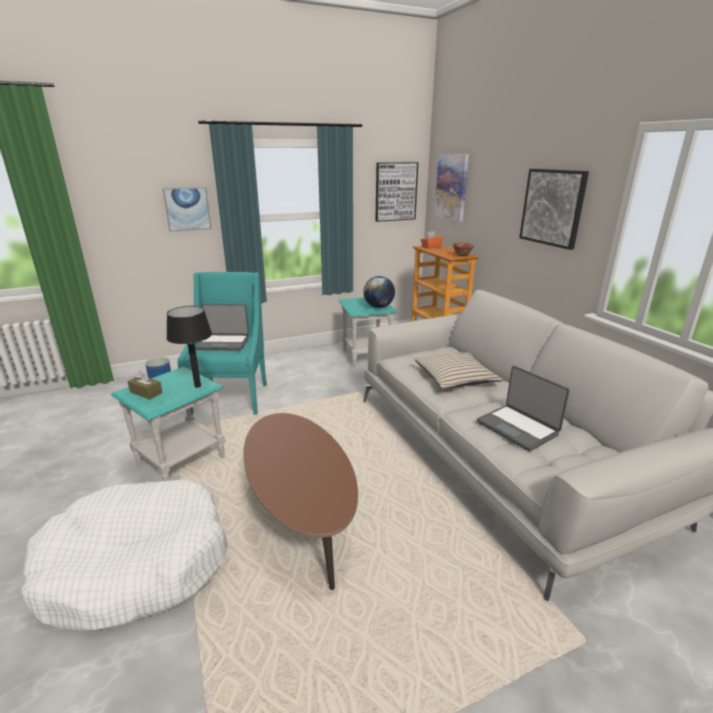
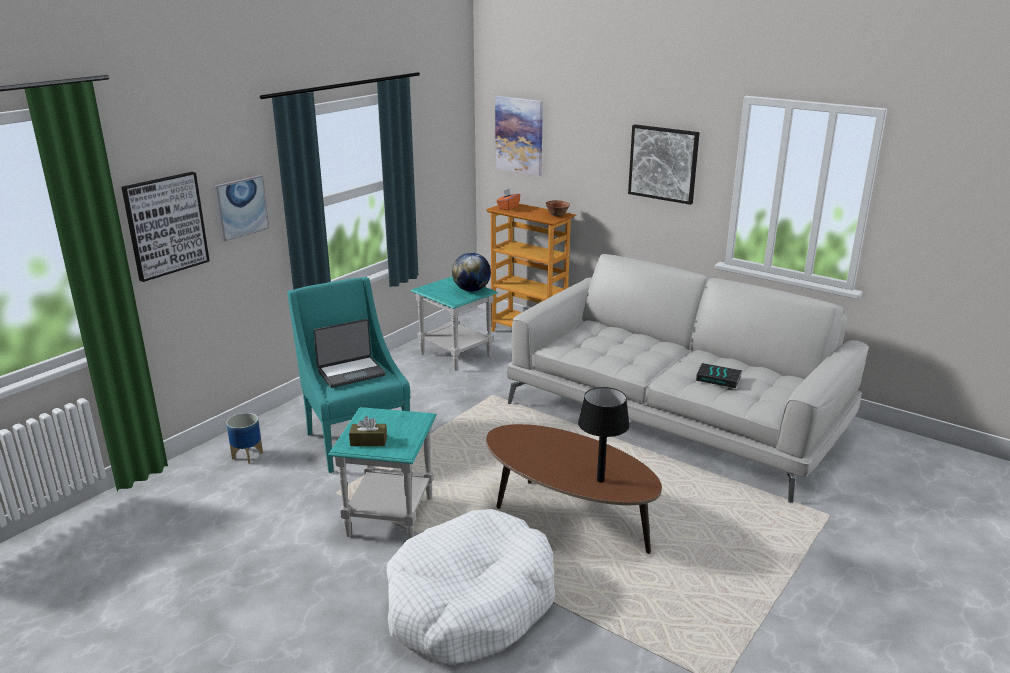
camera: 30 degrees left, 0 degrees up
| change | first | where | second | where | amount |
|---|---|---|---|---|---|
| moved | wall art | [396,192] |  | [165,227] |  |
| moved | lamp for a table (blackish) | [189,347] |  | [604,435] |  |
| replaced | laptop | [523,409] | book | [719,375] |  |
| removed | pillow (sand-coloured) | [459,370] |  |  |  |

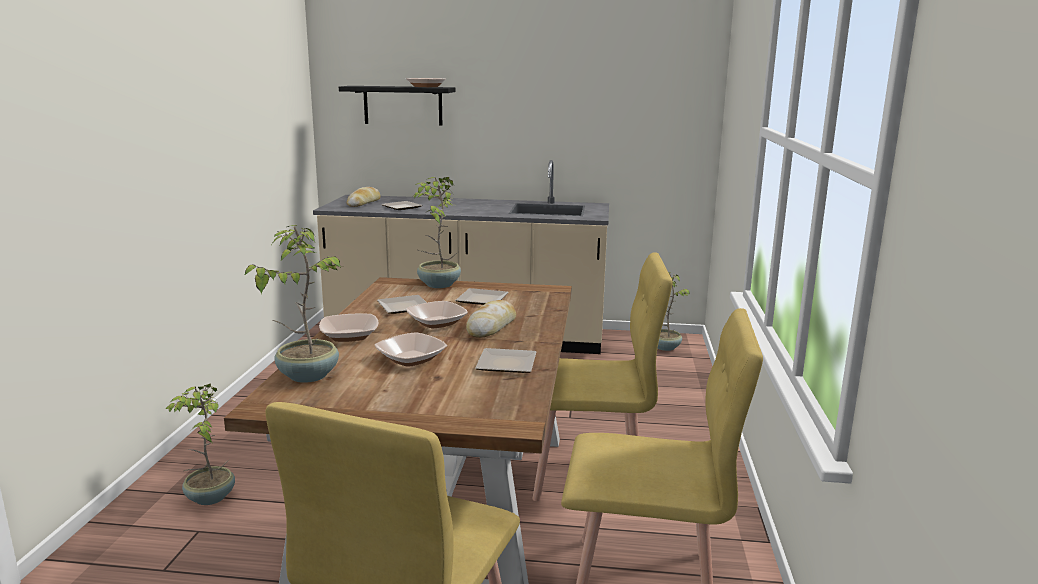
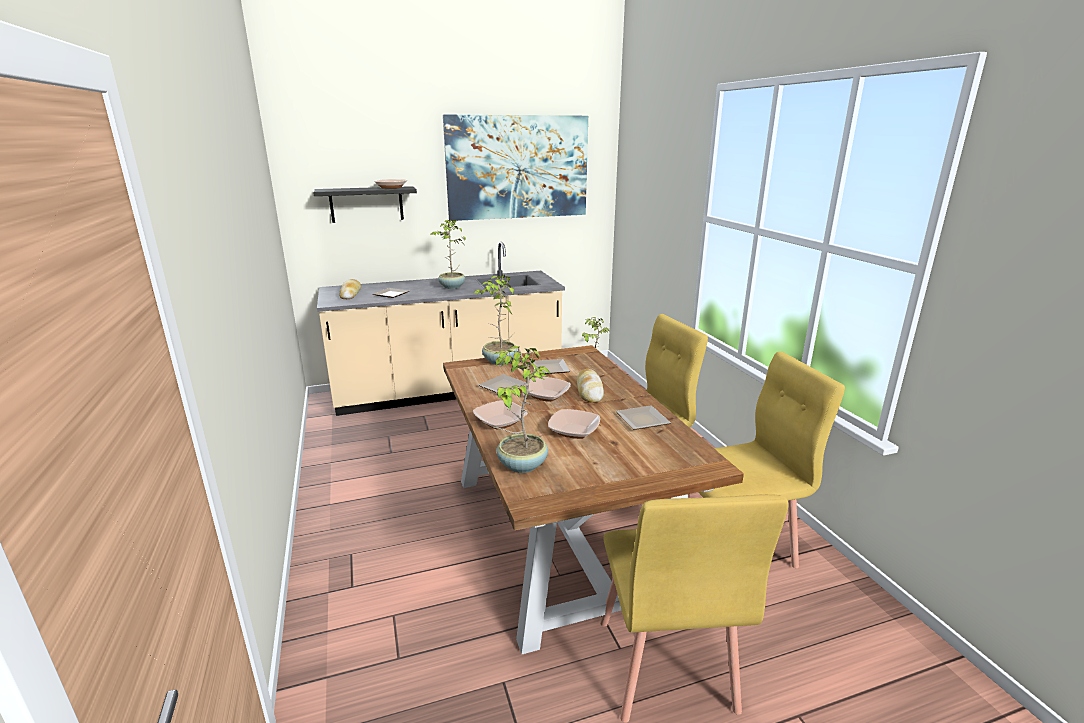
camera: 25 degrees left, 5 degrees up
| change | first | where | second | where | amount |
|---|---|---|---|---|---|
| moved | plant in a pot | [200,444] |  | [448,254] |  |
| added |  |  | wall art | [515,168] |  |

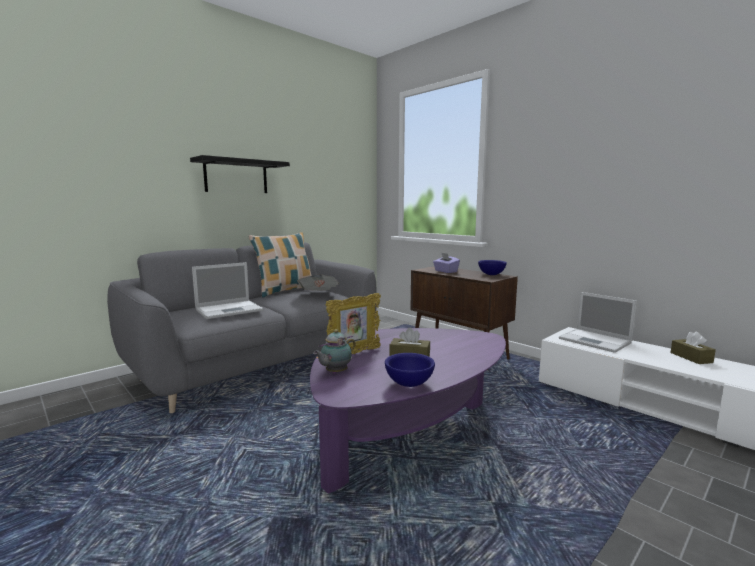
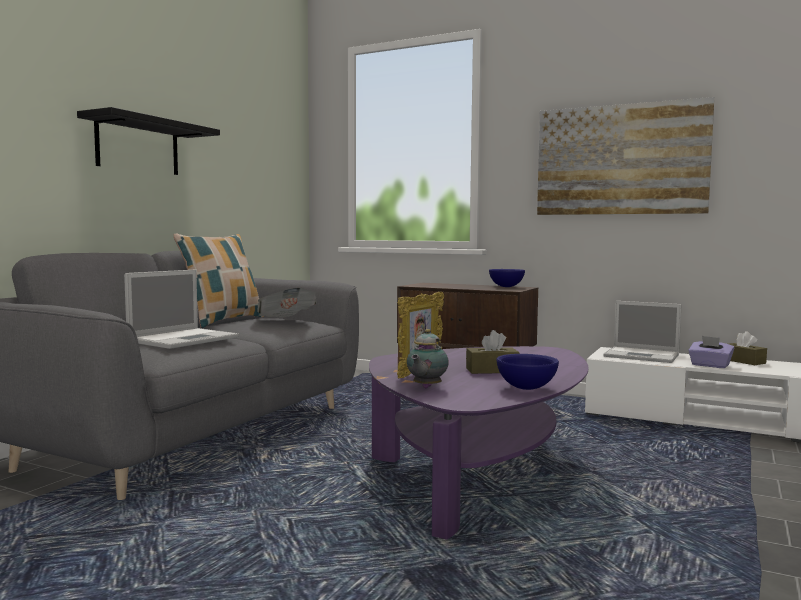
camera: 20 degrees left, 5 degrees down
| change | first | where | second | where | amount |
|---|---|---|---|---|---|
| added |  |  | wall art | [625,156] |  |
| moved | box of tissues (purple-coloured) | [446,263] |  | [711,352] |  |

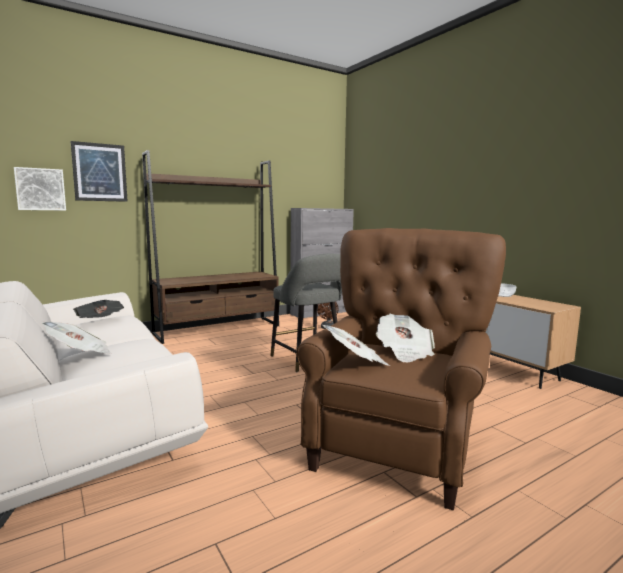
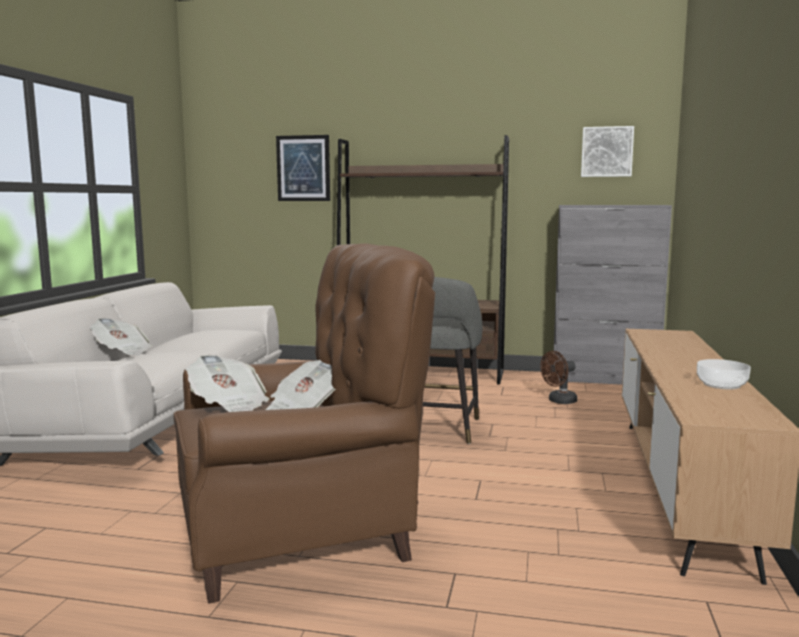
camera: 45 degrees right, 0 degrees up
| change | first | where | second | where | amount |
|---|---|---|---|---|---|
| moved | wall art | [40,188] |  | [607,151] |  |
| removed | printed paper | [98,309] |  |  |  |

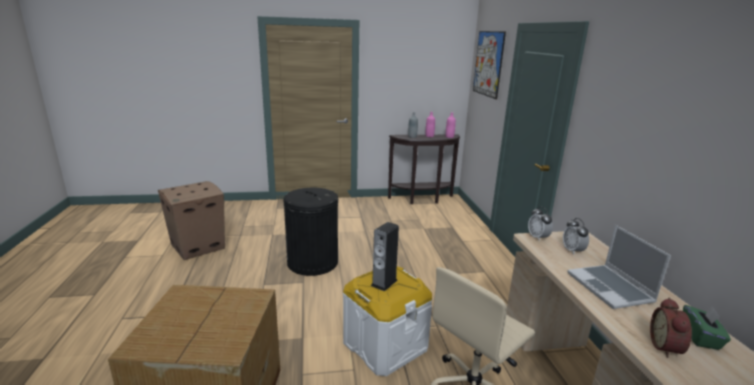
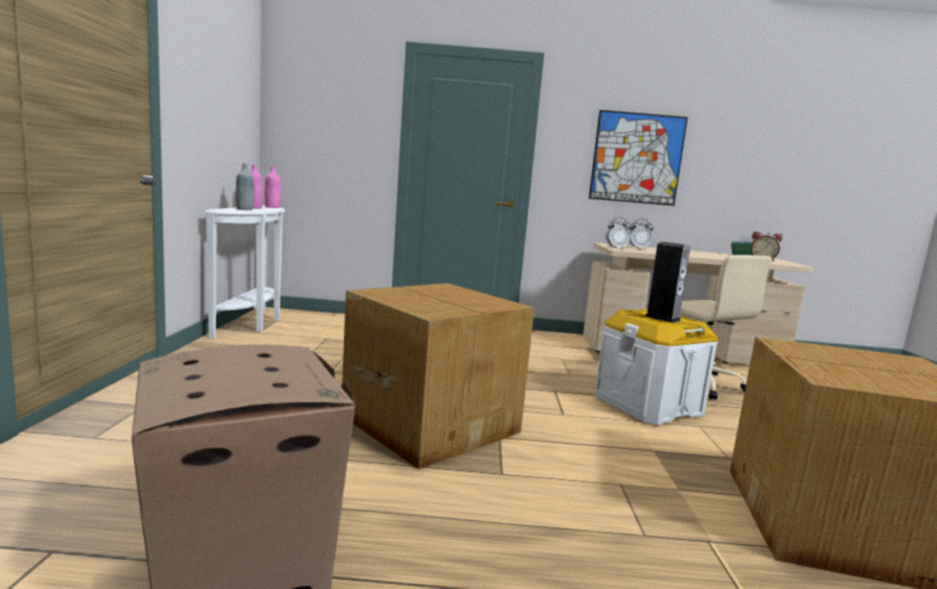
camera: 80 degrees left, 10 degrees down
| change | first | where | second | where | amount |
|---|---|---|---|---|---|
| recoloured | console table (brown-coloured) | [424,169] | console table (whitish) | [245,272] |  |
| replaced | trash can (blackish) | [310,232] | carton | [438,376] |  |
| moved | wall art | [489,65] |  | [638,158] |  |
| removed | laptop | [619,267] |  |  |  |

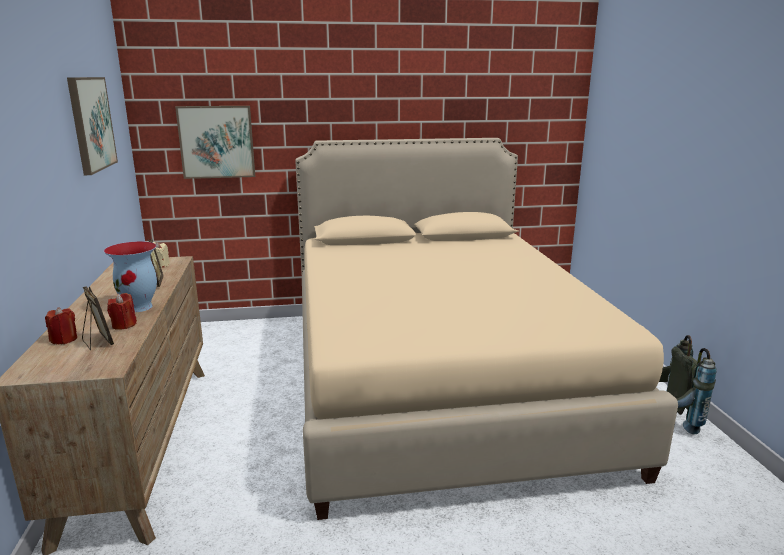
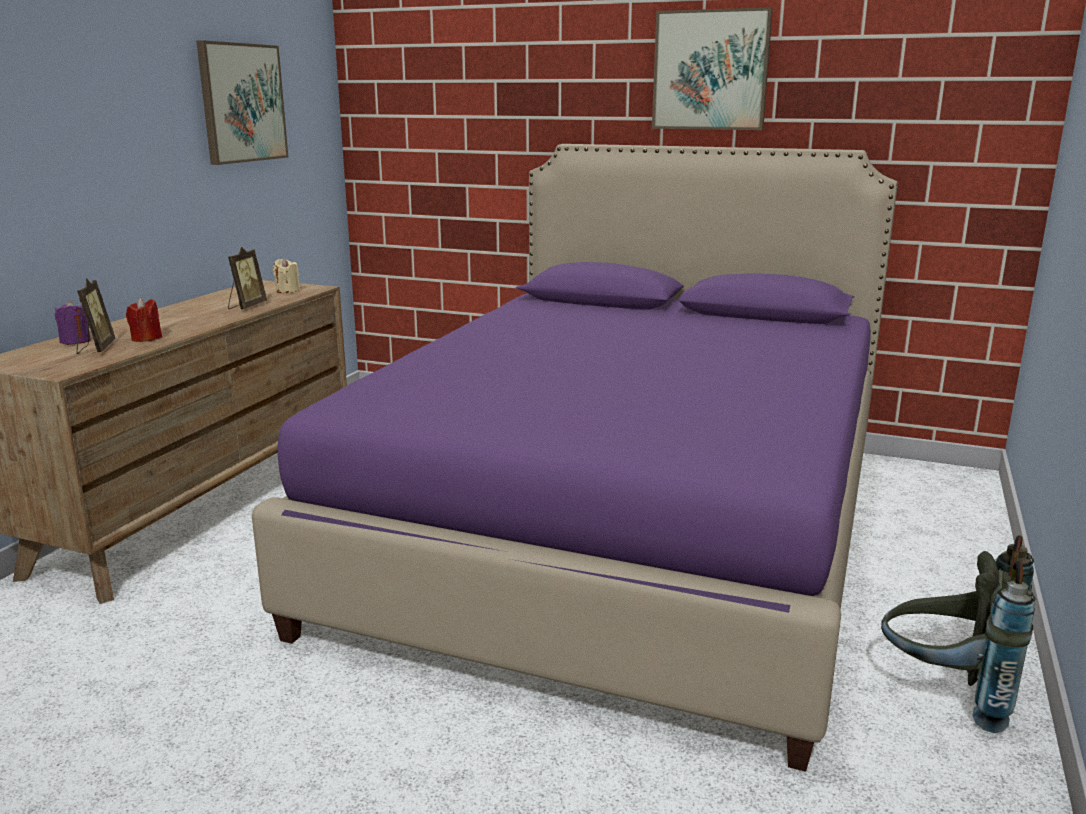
camera: 30 degrees right, 0 degrees up
| change | first | where | second | where | amount |
|---|---|---|---|---|---|
| recoloured | wax light (reddish) | [61,325] | wax light (purple-coloured) | [73,322] |  |
| recoloured | bed (sand-coloured) | [486,329] | bed (purple-coloured) | [575,458] |  |
| moved | wall art | [215,142] |  | [712,68] |  |
| removed | decorative vase | [130,276] |  |  |  |

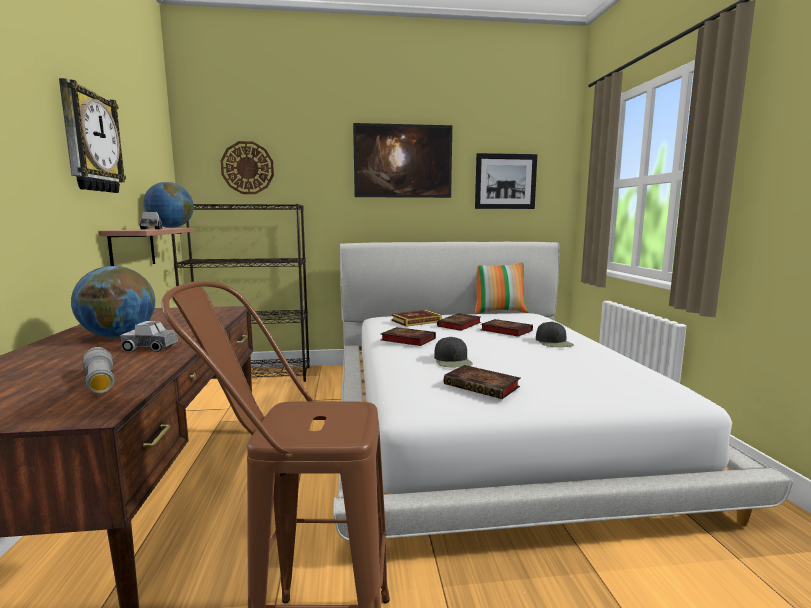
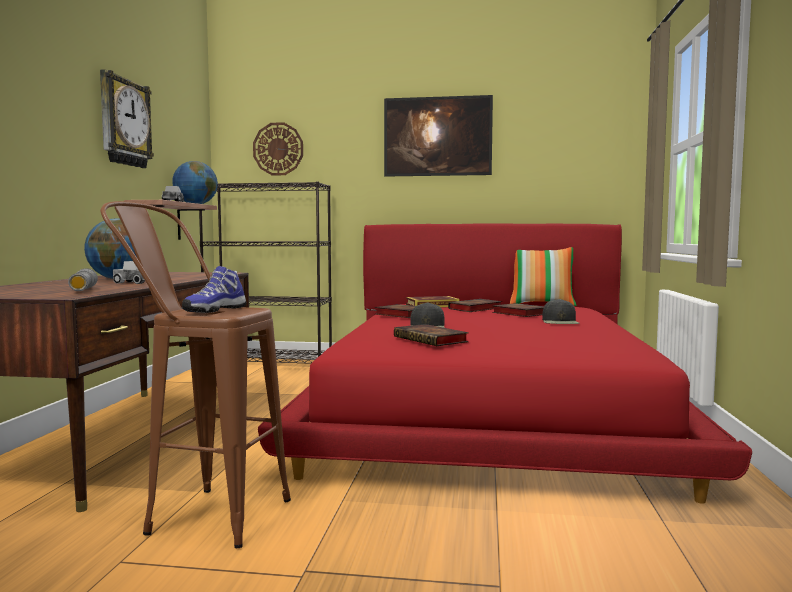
camera: 15 degrees right, 5 degrees down
| change | first | where | second | where | amount |
|---|---|---|---|---|---|
| added |  |  | item of footwear | [214,289] |  |
| recoloured | bed (whitish) | [563,391] | bed (reddish) | [505,363] |  |
| removed | wall art | [506,181] |  |  |  |

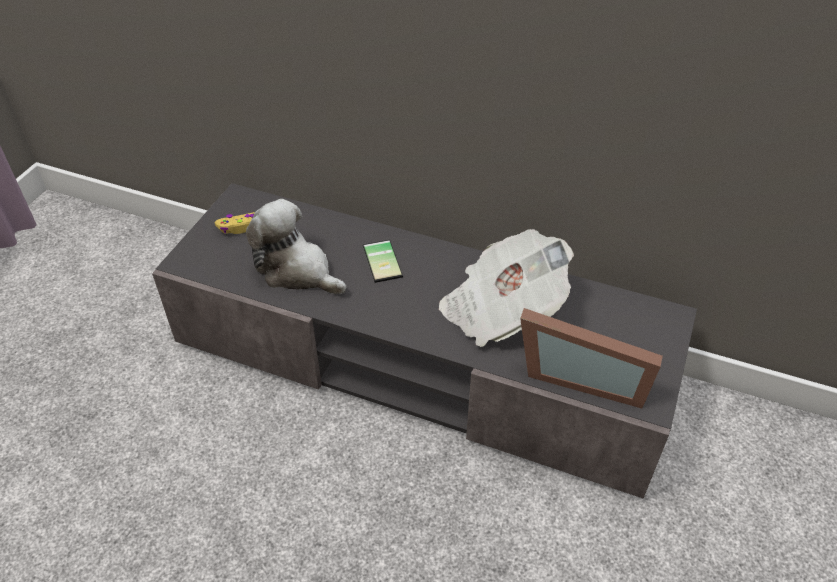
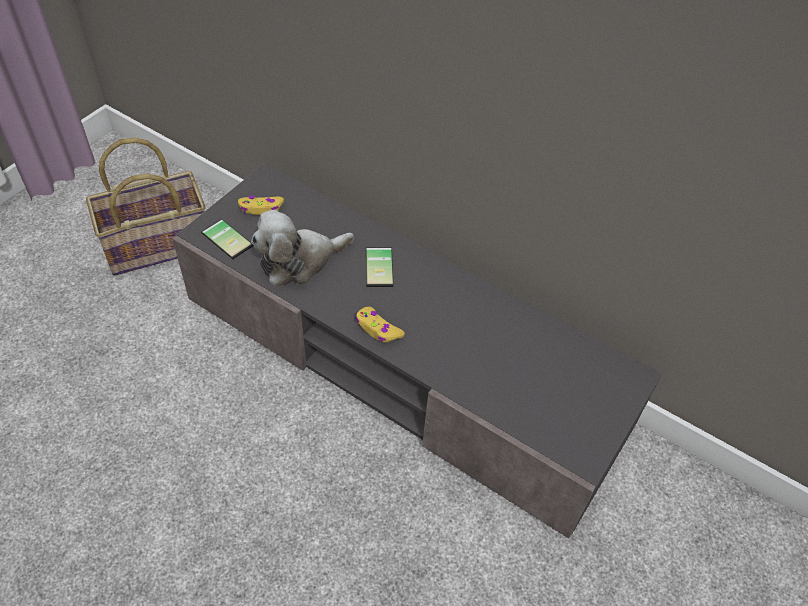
camera: 10 degrees right, 5 degrees up
| change | first | where | second | where | amount |
|---|---|---|---|---|---|
| added |  |  | household basket | [146,206] |  |
| added |  |  | phone | [227,239] |  |
| turned | plush toy | [296,246] |  | [302,248] | 75 degrees counterclockwise |
| added |  |  | joypad (yellowish) | [380,325] |  |
| removed | printed paper | [506,288] |  |  |  |
| removed | photo frame | [591,358] |  |  |  |

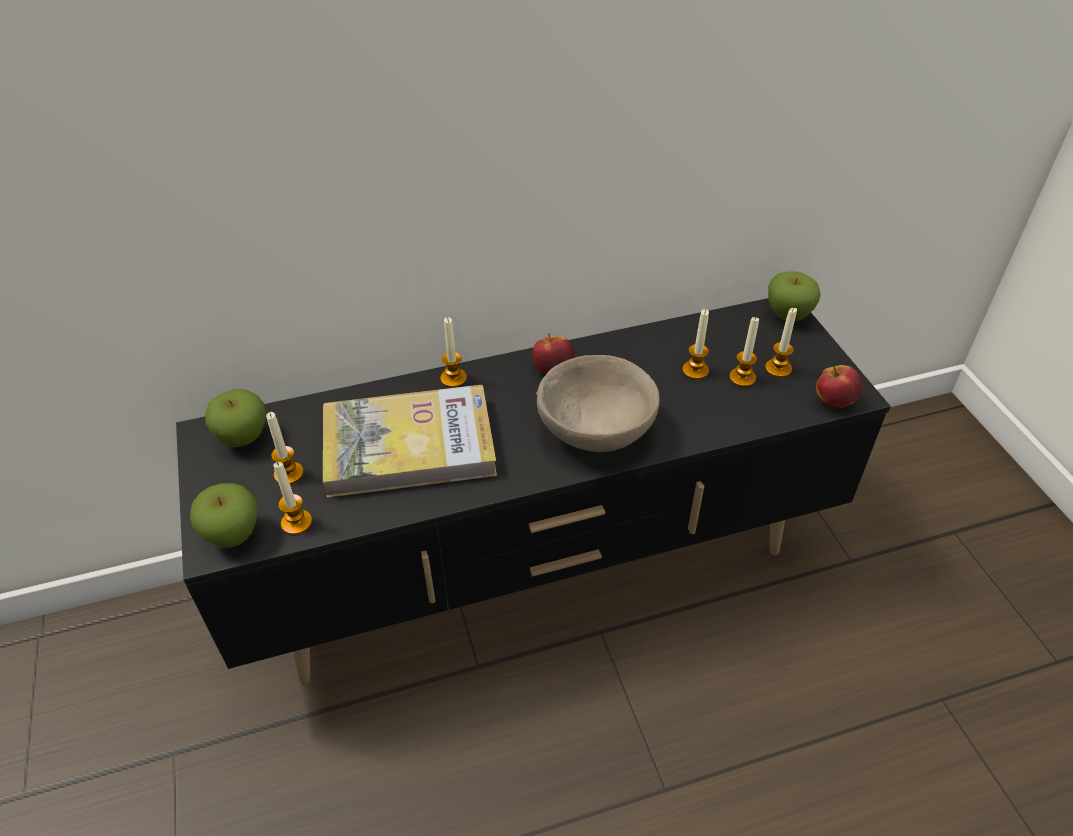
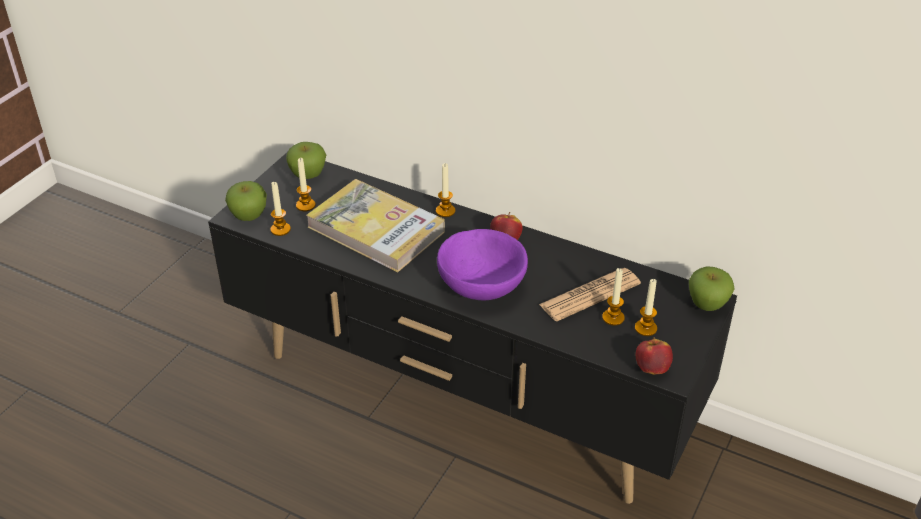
camera: 45 degrees right, 5 degrees down
| change | first | where | second | where | amount |
|---|---|---|---|---|---|
| recoloured | serving bowl (sand-coloured) | [598,403] | serving bowl (purple-coloured) | [482,264] |  |
| replaced | wax light | [695,344] | printed paper | [590,294] |  |

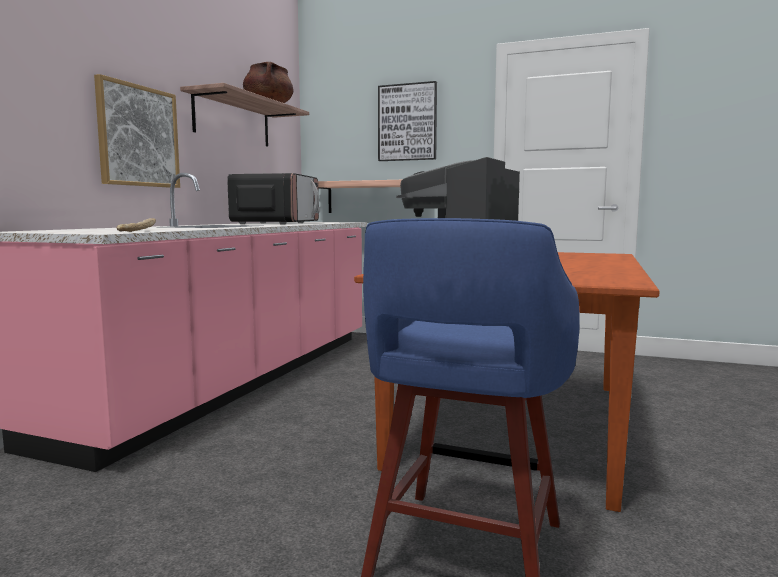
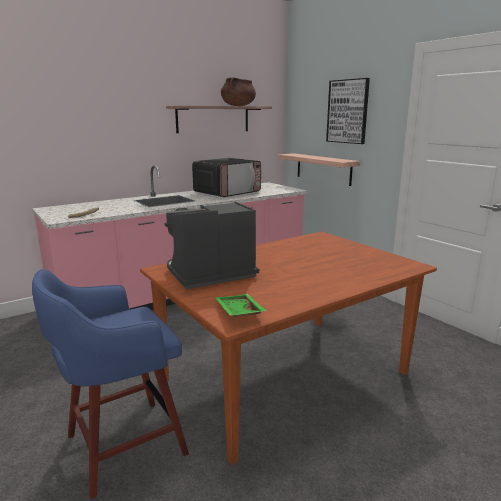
camera: 35 degrees right, 10 degrees up
| change | first | where | second | where | amount |
|---|---|---|---|---|---|
| added |  |  | serving tray (green-coloured) | [241,305] |  |
| removed | wall art | [137,131] |  |  |  |

